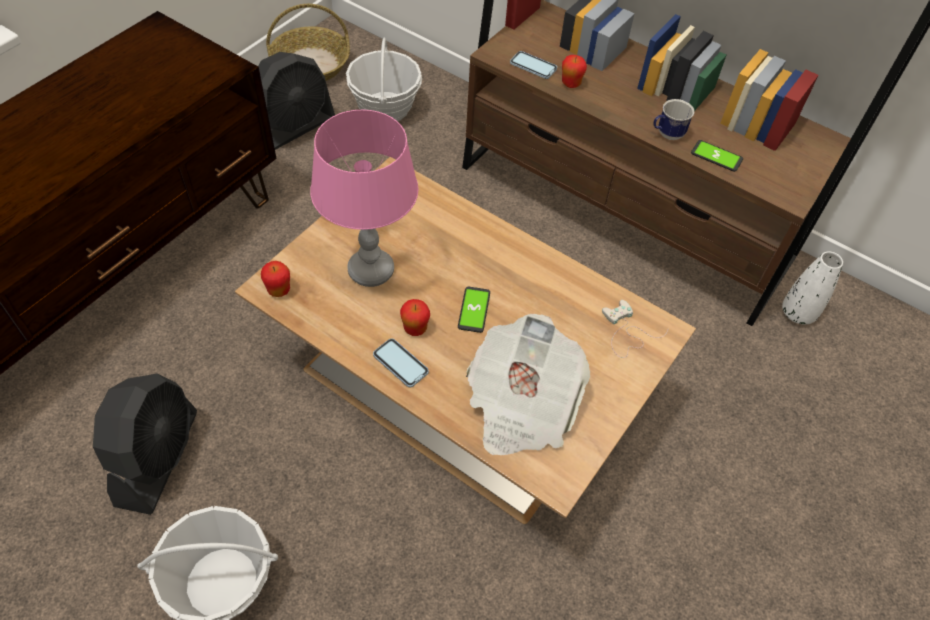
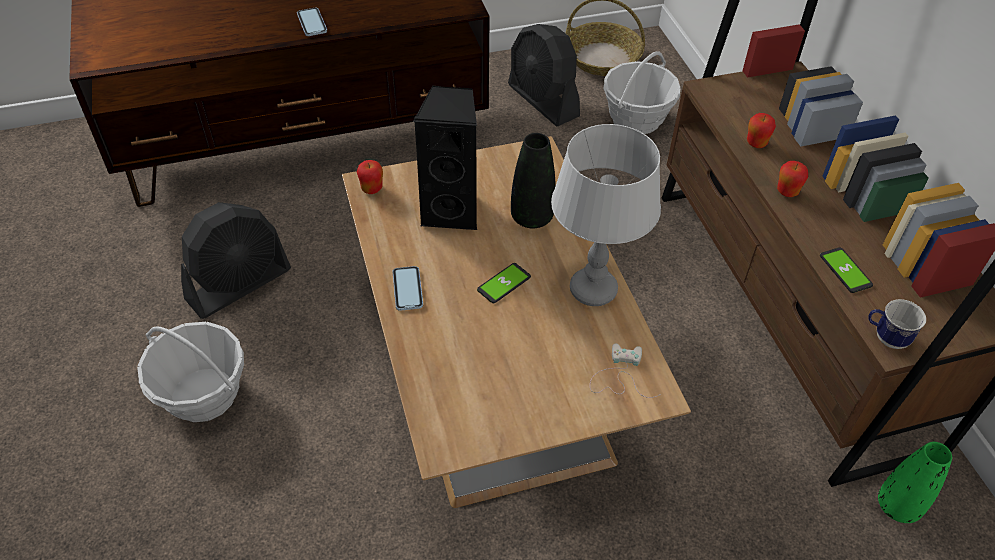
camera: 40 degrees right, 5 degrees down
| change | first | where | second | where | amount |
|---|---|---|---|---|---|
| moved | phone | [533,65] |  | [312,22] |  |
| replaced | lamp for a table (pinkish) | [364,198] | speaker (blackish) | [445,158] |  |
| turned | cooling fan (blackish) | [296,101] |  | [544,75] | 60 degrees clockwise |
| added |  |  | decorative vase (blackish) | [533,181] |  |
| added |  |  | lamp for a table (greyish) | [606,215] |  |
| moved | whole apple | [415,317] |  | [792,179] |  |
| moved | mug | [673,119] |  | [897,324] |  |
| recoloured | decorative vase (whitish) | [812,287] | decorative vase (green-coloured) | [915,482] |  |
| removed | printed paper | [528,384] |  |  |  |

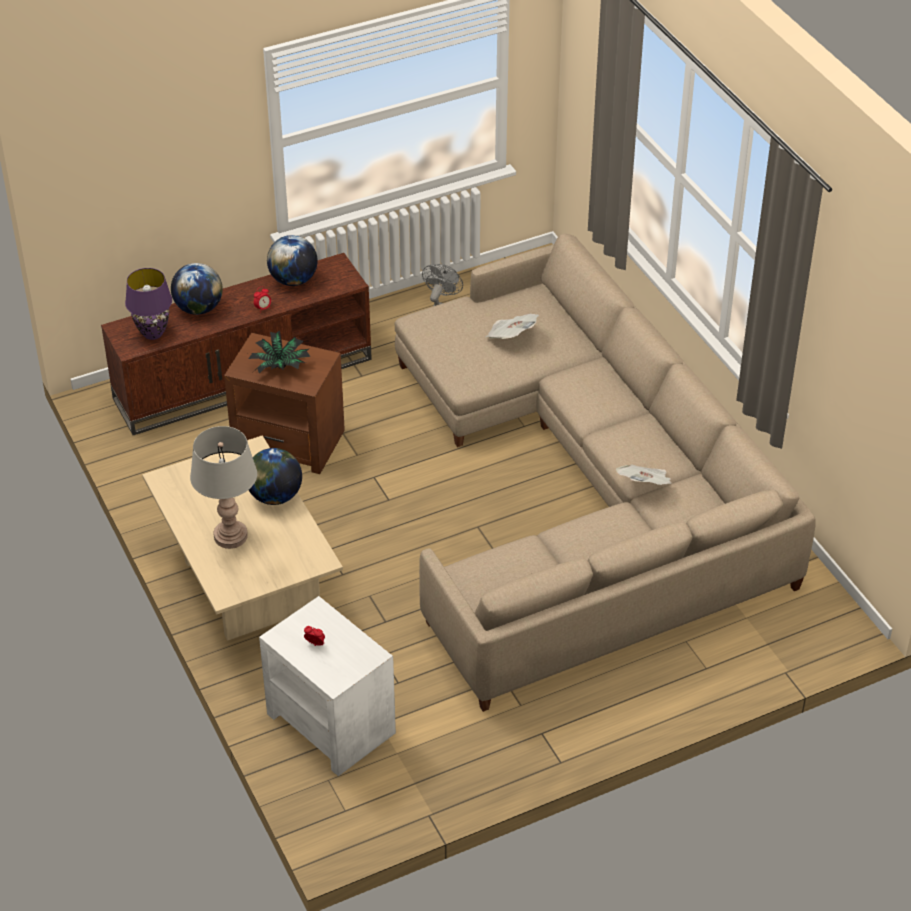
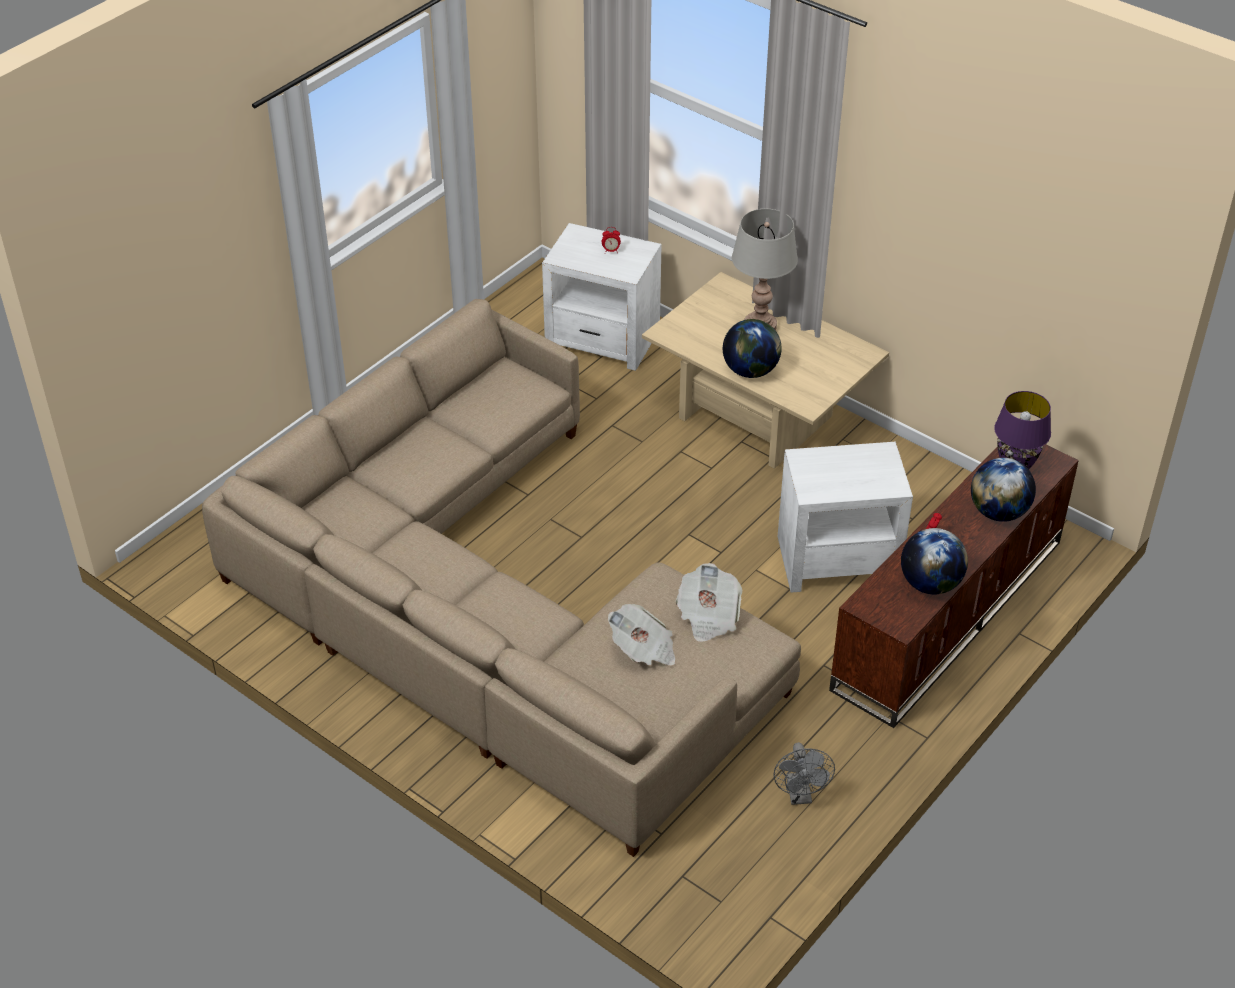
camera: 155 degrees right, 0 degrees up
| change | first | where | second | where | amount |
|---|---|---|---|---|---|
| moved | printed paper | [644,474] |  | [709,602] |  |
| recoloured | side table (brown-coloured) | [284,403] | side table (whitish) | [845,517] |  |
| removed | plant in a pot | [279,352] |  |  |  |

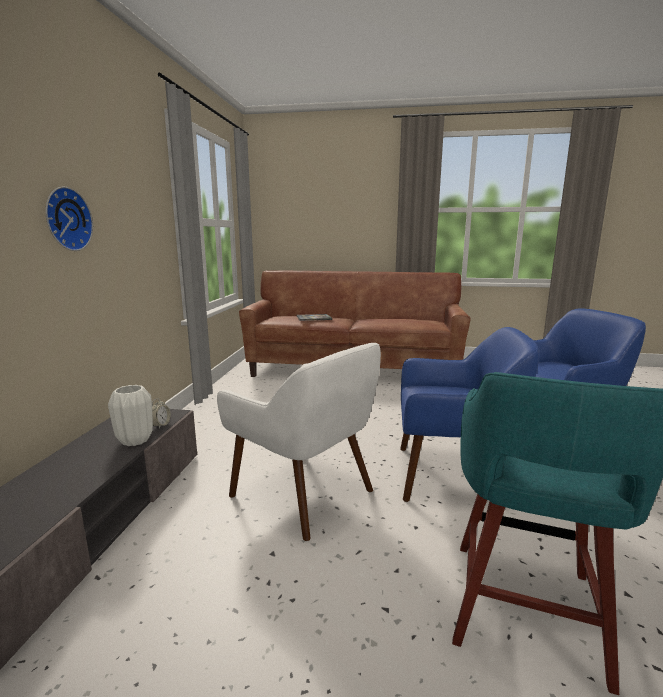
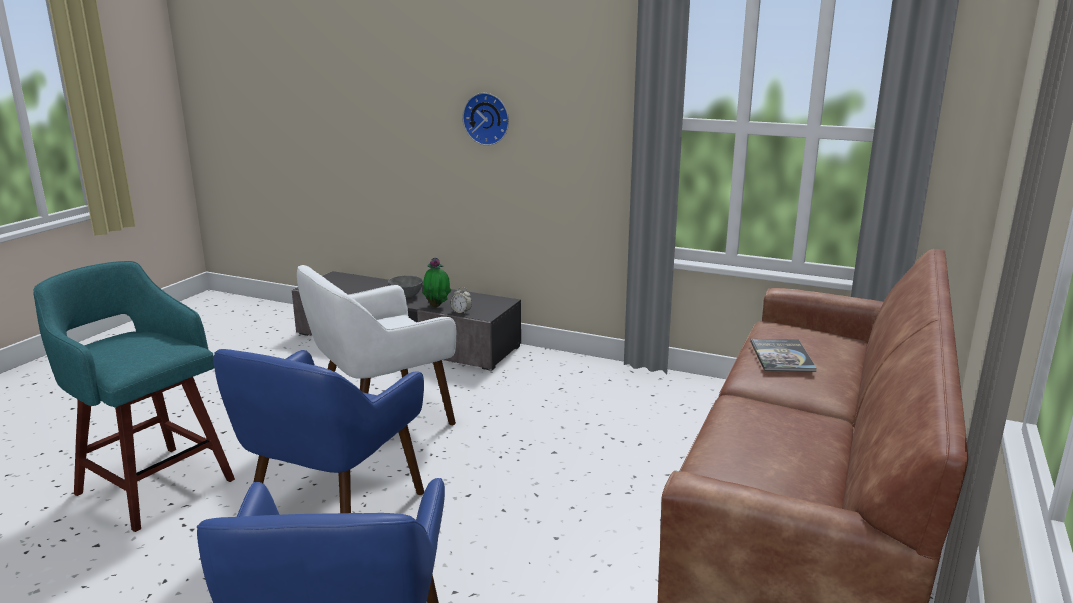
camera: 105 degrees right, 5 degrees up
| change | first | where | second | where | amount |
|---|---|---|---|---|---|
| added |  |  | serving bowl (greyish) | [405,286] |  |
| replaced | decorative vase (whitish) | [130,415] | plant in a pot | [436,283] |  |

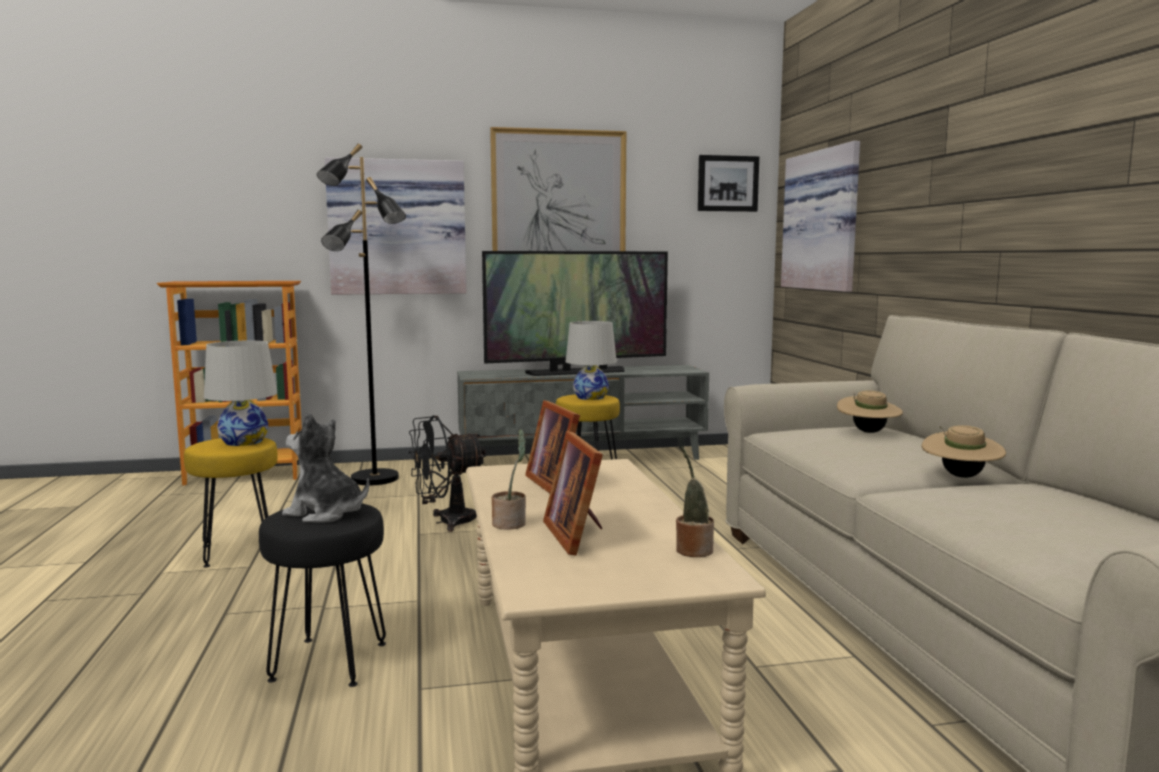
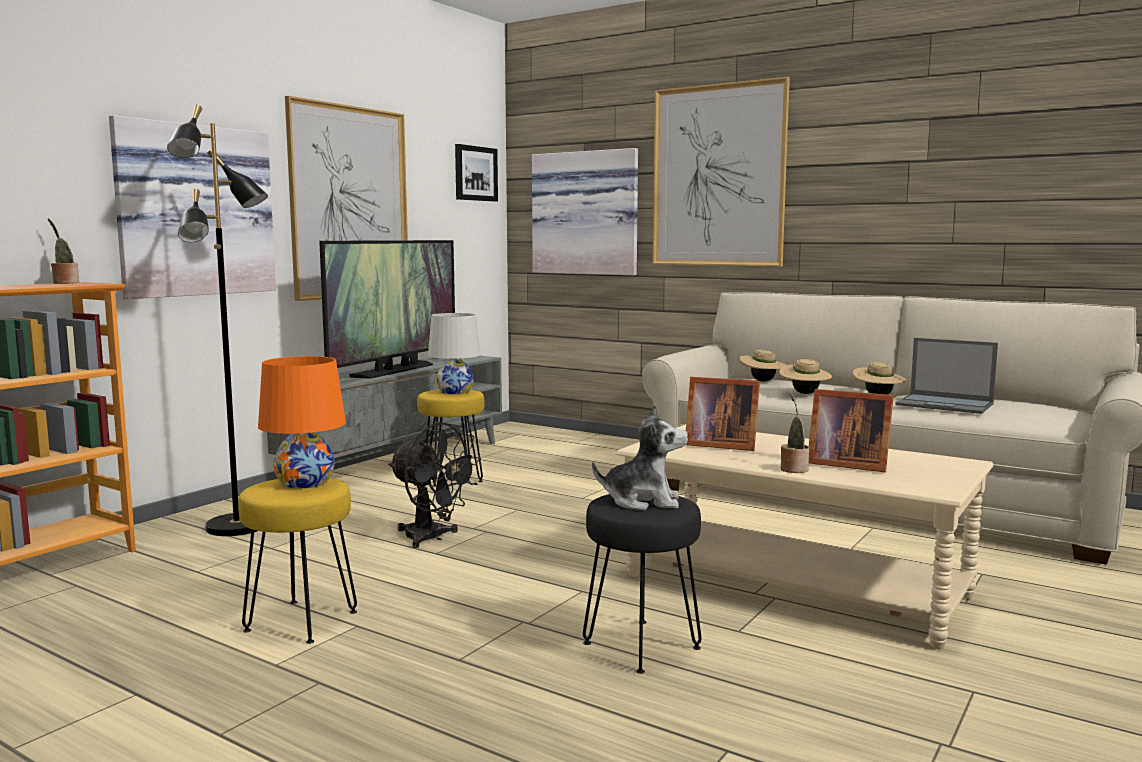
camera: 45 degrees left, 0 degrees up
| change | first | where | second | where | amount |
|---|---|---|---|---|---|
| moved | plant in a pot | [695,501] |  | [63,251] |  |
| recoloured | lamp for a table (whitish) | [240,393] | lamp for a table (orange-coloured) | [302,422] |  |
| turned | cooling fan (blackish) | [447,473] |  | [434,485] | 75 degrees counterclockwise |
| turned | plush toy | [325,468] |  | [640,457] | 150 degrees counterclockwise |
| added |  |  | wall art | [721,172] |  |
| added |  |  | clothing hat (sand-coloured) | [805,376] |  |
| added |  |  | laptop | [946,376] |  |

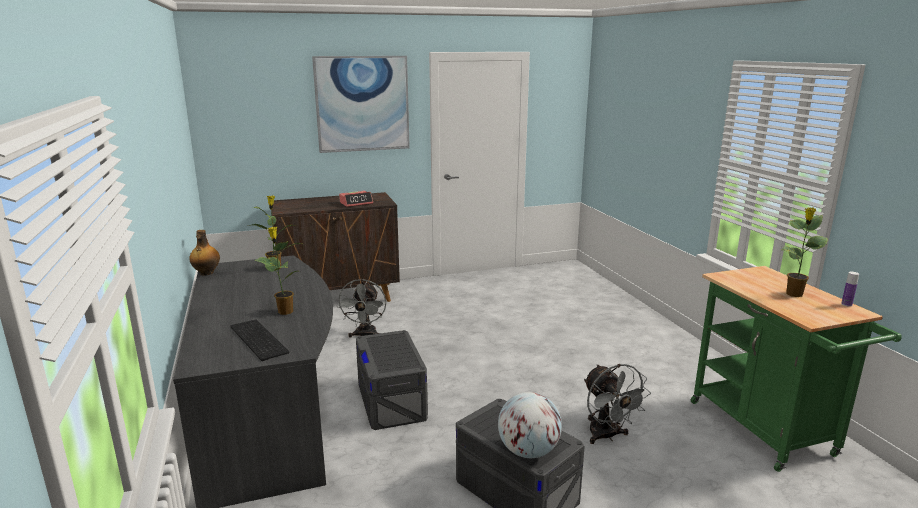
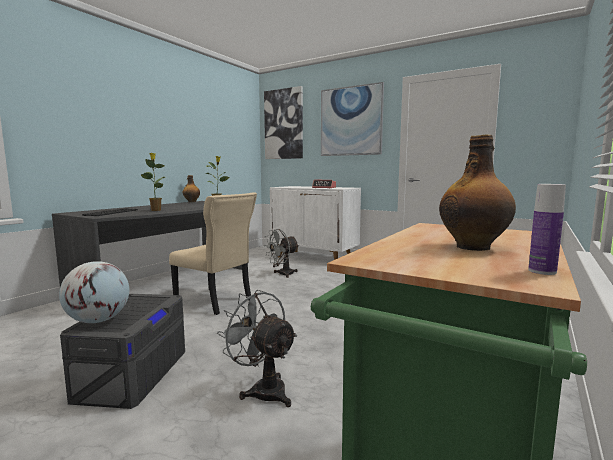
camera: 50 degrees right, 10 degrees down
| change | first | where | second | where | amount |
|---|---|---|---|---|---|
| replaced | storage bin (greyish) | [392,380] | plain chair (sand-coloured) | [213,253] |  |
| turned | cooling fan (greyish) | [617,404] |  | [257,348] | 105 degrees clockwise |
| added |  |  | wall art | [283,122] |  |
| recoloured | cupboard (brown-coloured) | [336,247] | cupboard (whitish) | [315,223] |  |
| replaced | plant in a pot | [804,252] | bottle | [477,193] |  |

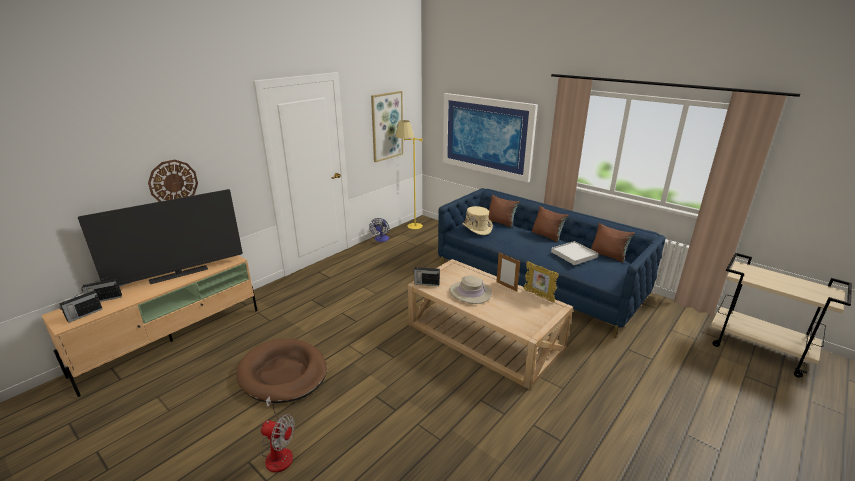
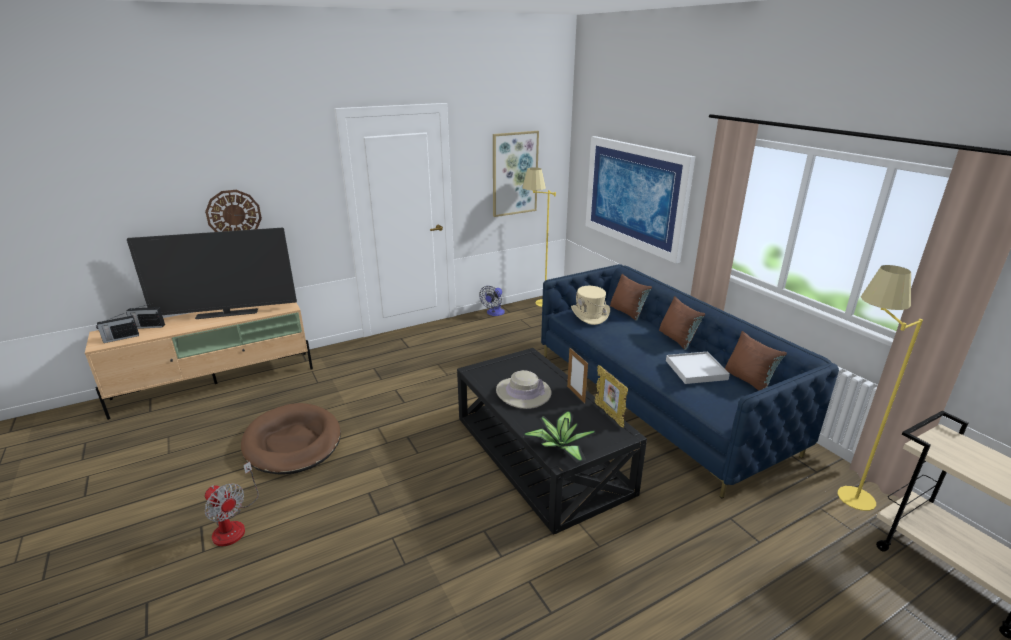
camera: 20 degrees right, 0 degrees up
| change | first | where | second | where | amount |
|---|---|---|---|---|---|
| recoloured | coffee table (sand-coloured) | [490,324] | coffee table (blackish) | [552,441] |  |
| added |  |  | plant in a pot | [560,437] |  |
| added |  |  | floor lamp (yellowish) | [880,388] |  |
| removed | radio receiver | [426,276] |  |  |  |

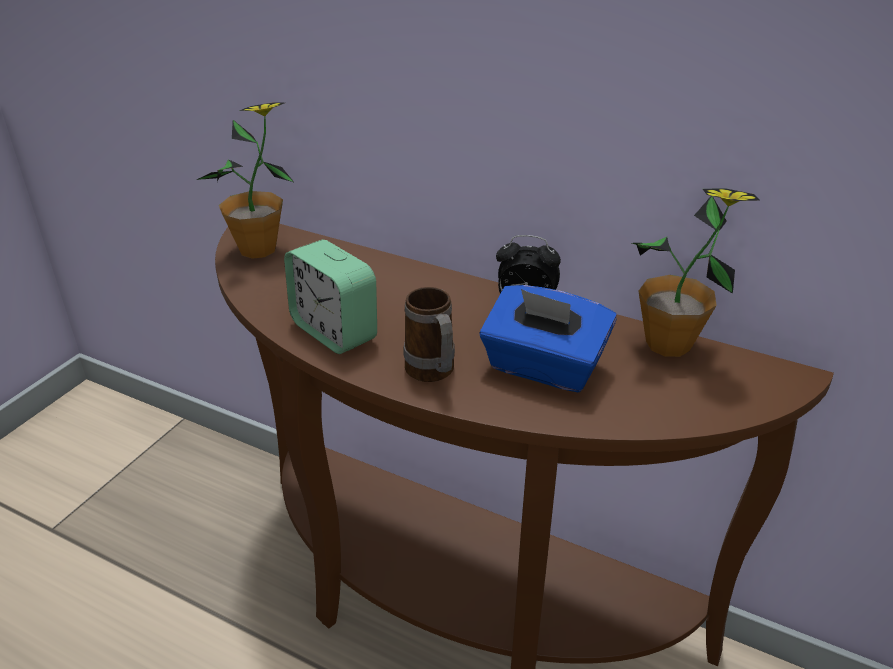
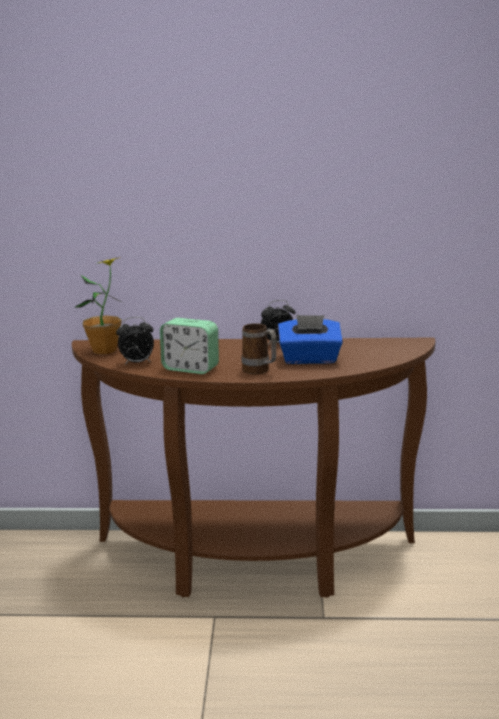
camera: 25 degrees left, 15 degrees down
| change | first | where | second | where | amount |
|---|---|---|---|---|---|
| added |  |  | bedside clock | [135,341] |  |
| removed | plant in a pot | [696,272] |  |  |  |

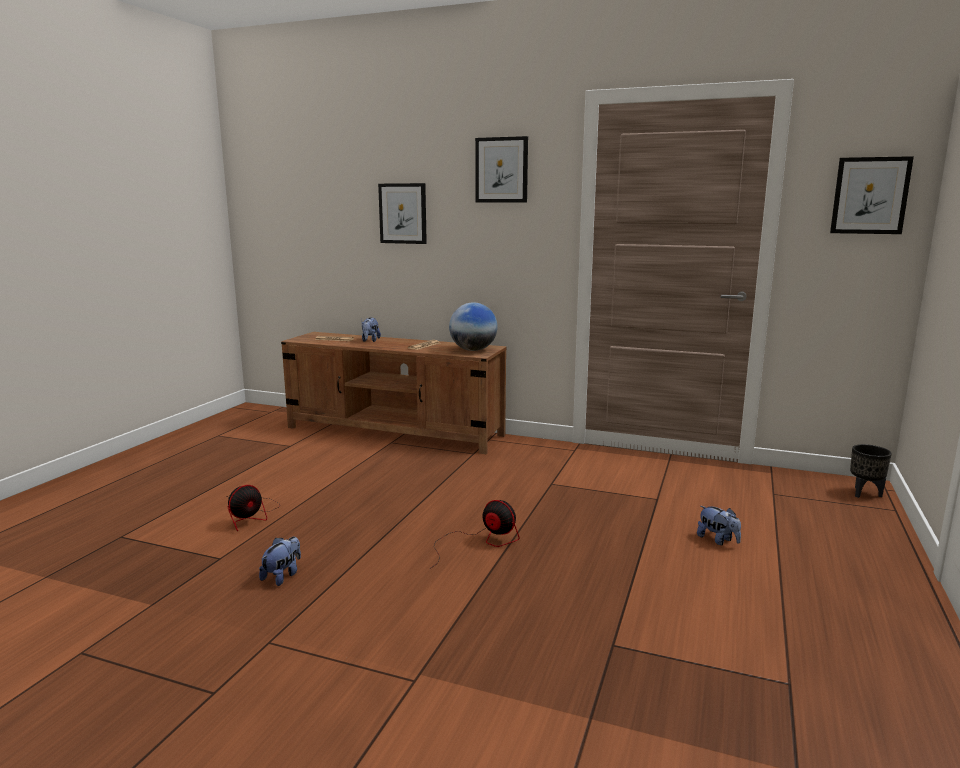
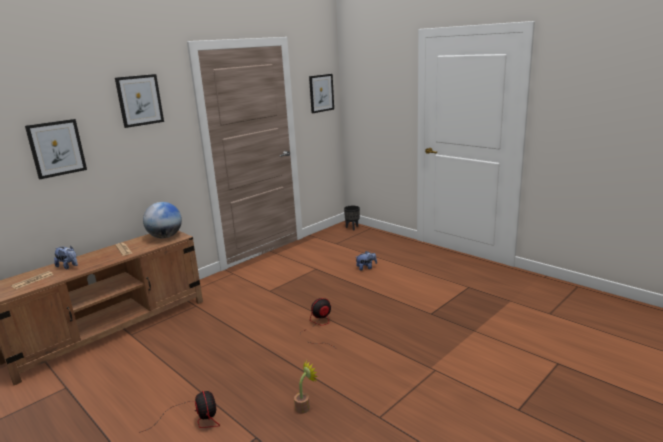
camera: 65 degrees left, 5 degrees up
| change | first | where | second | where | amount |
|---|---|---|---|---|---|
| replaced | plush toy | [280,561] | plant in a pot | [306,387] |  |

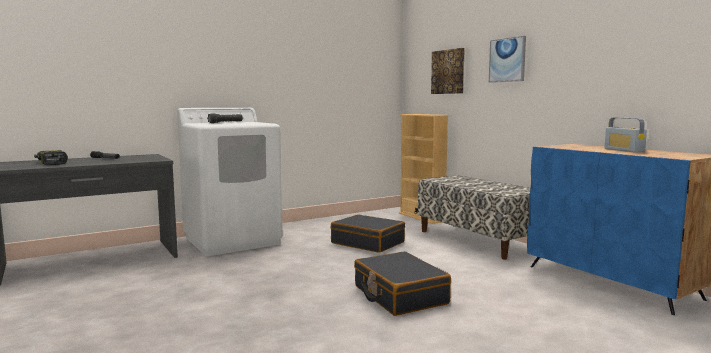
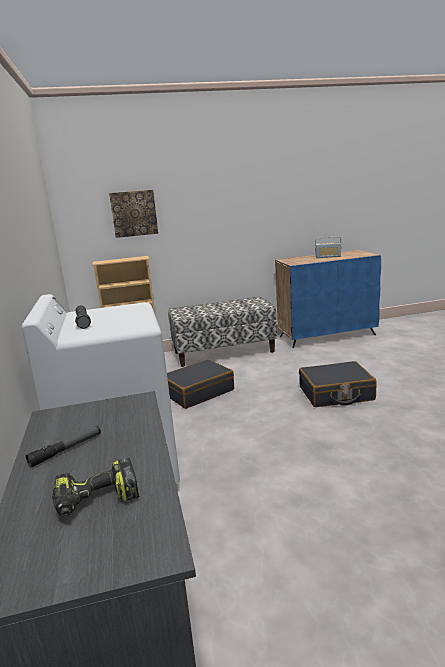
camera: 70 degrees left, 10 degrees up
| change | first | where | second | where | amount |
|---|---|---|---|---|---|
| removed | wall art | [507,59] |  |  |  |

